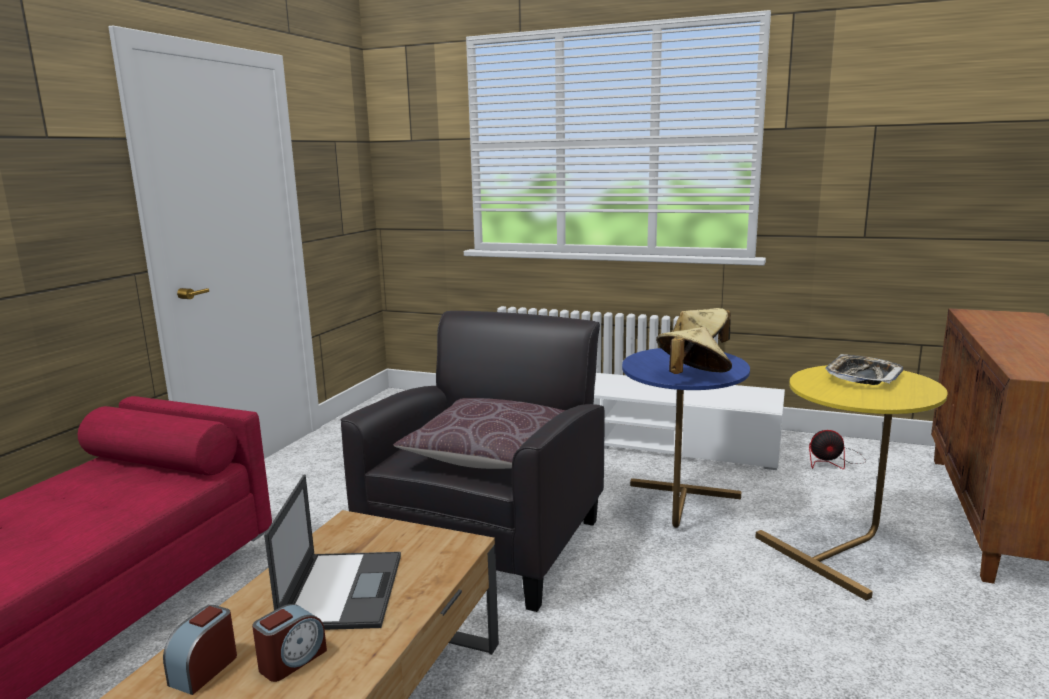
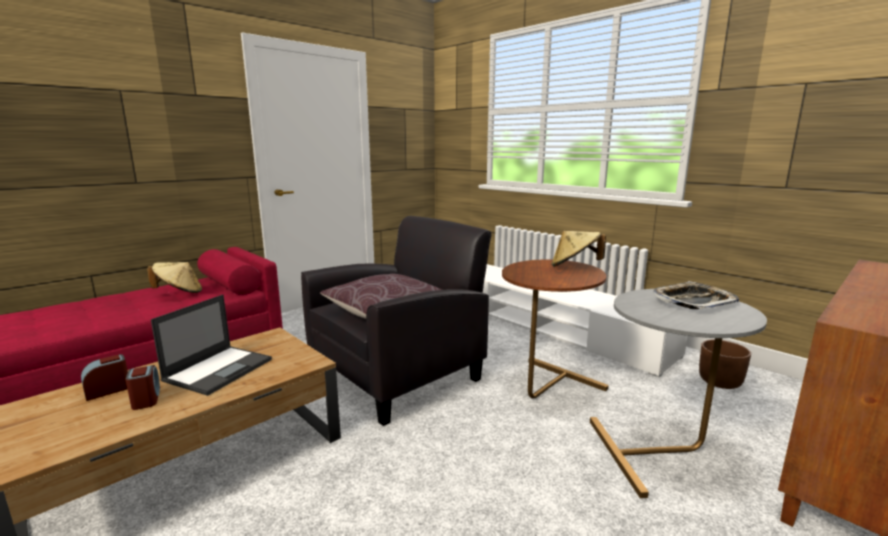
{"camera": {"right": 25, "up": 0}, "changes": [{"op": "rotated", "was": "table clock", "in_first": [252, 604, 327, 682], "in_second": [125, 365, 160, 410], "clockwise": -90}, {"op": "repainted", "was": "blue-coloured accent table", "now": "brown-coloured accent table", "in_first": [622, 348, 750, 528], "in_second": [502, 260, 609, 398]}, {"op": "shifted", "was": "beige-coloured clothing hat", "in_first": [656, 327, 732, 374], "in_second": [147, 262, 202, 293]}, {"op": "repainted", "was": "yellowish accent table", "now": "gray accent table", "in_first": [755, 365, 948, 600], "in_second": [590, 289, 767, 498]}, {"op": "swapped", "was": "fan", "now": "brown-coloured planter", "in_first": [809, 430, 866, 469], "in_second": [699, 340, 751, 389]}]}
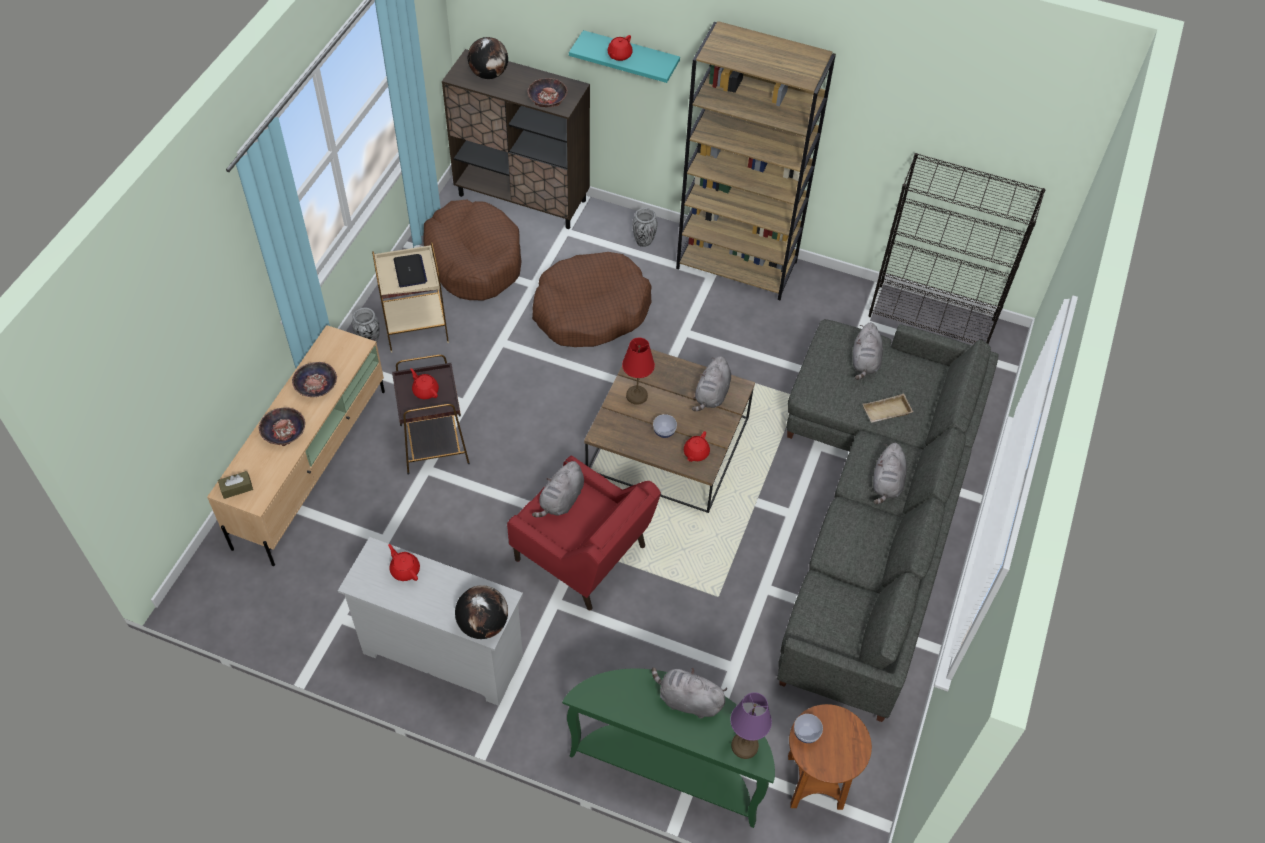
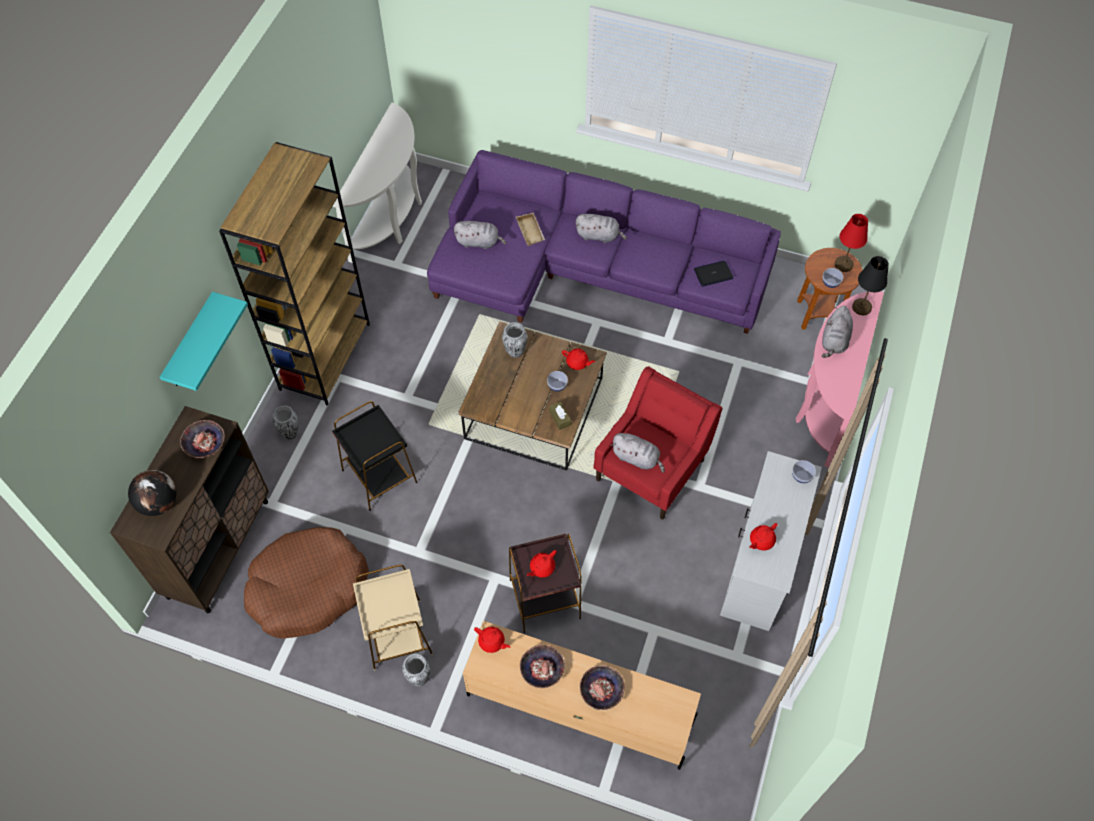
{"camera": {"right": -90, "up": 5}, "changes": [{"op": "shifted", "was": "brown-coloured tissue holder", "in_first": [218, 471, 253, 499], "in_second": [549, 402, 571, 430]}, {"op": "shifted", "was": "portable computer", "in_first": [393, 254, 427, 287], "in_second": [694, 260, 733, 287]}, {"op": "swapped", "was": "world globe", "now": "deep dish", "in_first": [455, 585, 508, 639], "in_second": [792, 460, 816, 483]}, {"op": "swapped", "was": "brown-coloured dog bed", "now": "blackish accent table", "in_first": [532, 252, 652, 347], "in_second": [332, 401, 417, 511]}, {"op": "repainted", "was": "green-coloured hall table", "now": "pink-coloured hall table", "in_first": [562, 669, 775, 828], "in_second": [796, 291, 884, 467]}, {"op": "shifted", "was": "reddish teapot", "in_first": [608, 35, 633, 61], "in_second": [474, 627, 511, 653]}, {"op": "shifted", "was": "reddish table lamp", "in_first": [622, 338, 655, 405], "in_second": [835, 214, 868, 272]}, {"op": "swapped", "was": "gray cuddly toy", "now": "flower vase", "in_first": [692, 356, 731, 411], "in_second": [502, 322, 527, 358]}, {"op": "repainted", "was": "purple table lamp", "now": "blackish table lamp", "in_first": [730, 692, 772, 759], "in_second": [852, 256, 889, 315]}, {"op": "repainted", "was": "gray couch", "now": "purple couch", "in_first": [777, 319, 998, 722], "in_second": [427, 150, 781, 334]}, {"op": "swapped", "was": "blackish shelving unit", "now": "white hall table", "in_first": [868, 153, 1046, 344], "in_second": [333, 102, 422, 263]}]}
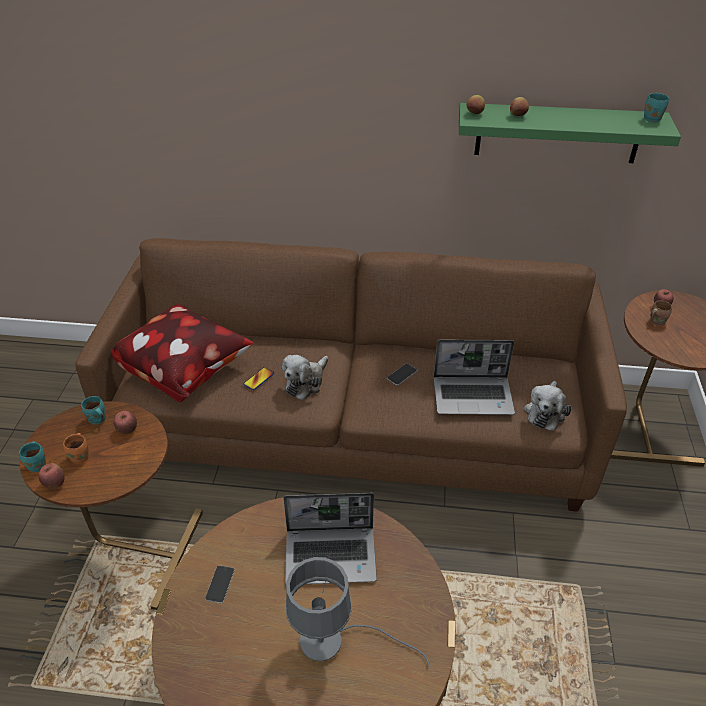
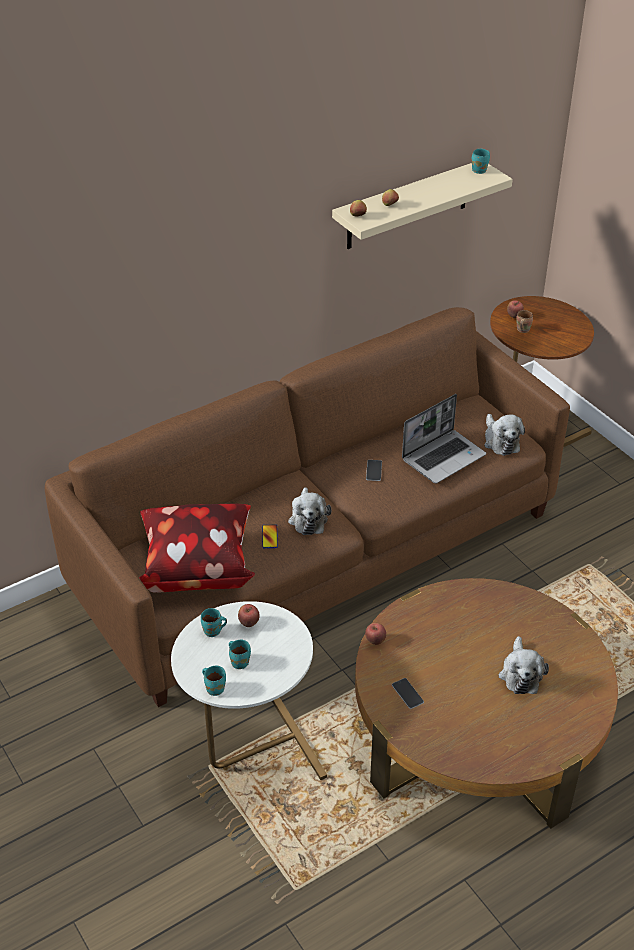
{"camera": {"right": -40, "up": 0}, "changes": [{"op": "repainted", "was": "brown-coloured accent table", "now": "white accent table", "in_first": [20, 401, 203, 610], "in_second": [171, 601, 327, 780]}, {"op": "shifted", "was": "apple", "in_first": [38, 463, 65, 489], "in_second": [365, 623, 386, 645]}, {"op": "repainted", "was": "orange-coloured coffee mug", "now": "turquoise coffee mug", "in_first": [63, 433, 89, 464], "in_second": [229, 640, 251, 669]}, {"op": "gone", "was": "portable computer", "in_first": [283, 493, 377, 584]}, {"op": "swapped", "was": "gray table lamp", "now": "cuddly toy", "in_first": [286, 557, 429, 667], "in_second": [499, 636, 549, 694]}, {"op": "repainted", "was": "green-coloured bracket shelf", "now": "beige-coloured bracket shelf", "in_first": [459, 103, 681, 163], "in_second": [332, 163, 513, 249]}]}
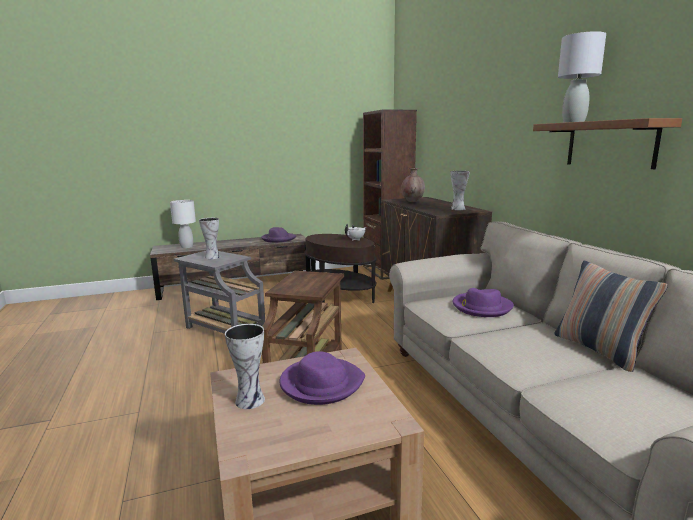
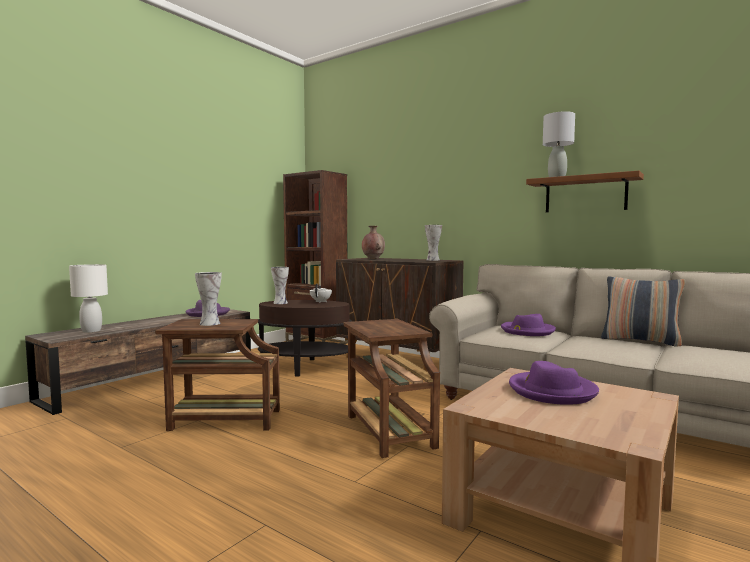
{"camera": {"right": -35, "up": -10}, "changes": [{"op": "repainted", "was": "gray accent table", "now": "brown-coloured accent table", "in_first": [174, 251, 265, 334], "in_second": [155, 319, 280, 431]}, {"op": "shifted", "was": "flower vase", "in_first": [225, 324, 265, 409], "in_second": [271, 267, 289, 304]}]}
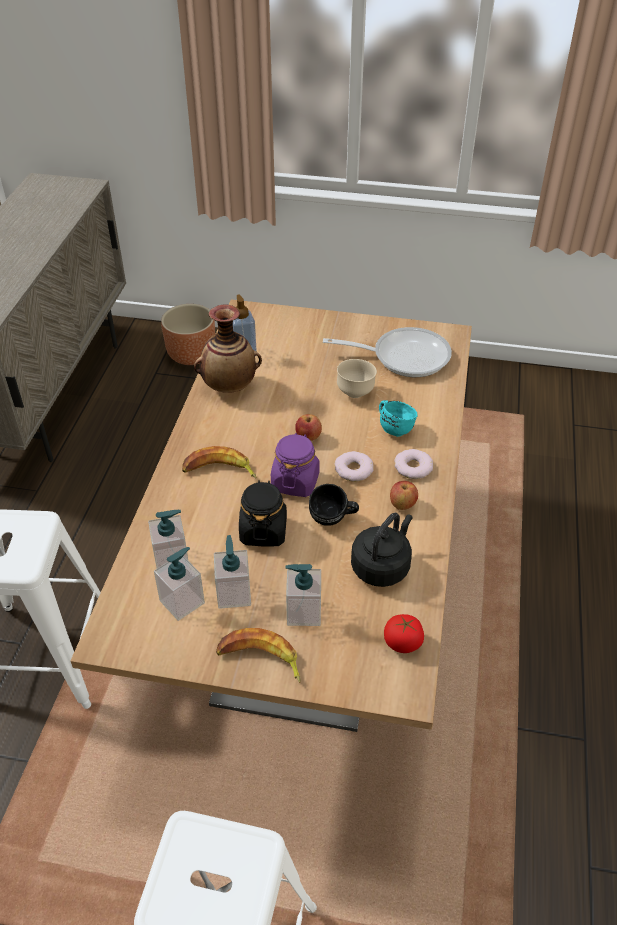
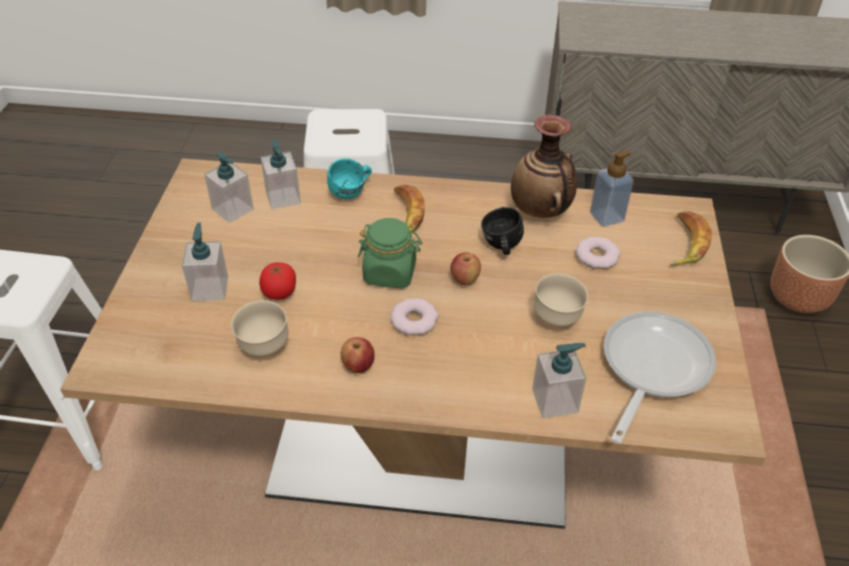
{"camera": {"right": 85, "up": 0}, "changes": [{"op": "shifted", "was": "soap dispenser", "in_first": [214, 535, 251, 609], "in_second": [532, 343, 586, 418]}, {"op": "shifted", "was": "banana", "in_first": [216, 628, 301, 683], "in_second": [670, 211, 712, 266]}, {"op": "gone", "was": "blackish jar", "in_first": [239, 480, 287, 547]}, {"op": "repainted", "was": "purple jar", "now": "green-coloured jar", "in_first": [271, 433, 320, 497], "in_second": [358, 218, 422, 288]}, {"op": "shifted", "was": "blackish coffee mug", "in_first": [309, 484, 359, 526], "in_second": [481, 207, 524, 255]}, {"op": "rotated", "was": "pan", "in_first": [323, 327, 452, 377], "in_second": [604, 312, 716, 444], "clockwise": -150}, {"op": "swapped", "was": "blackish water kettle", "now": "beige-coloured deep dish", "in_first": [351, 513, 413, 587], "in_second": [231, 300, 289, 356]}, {"op": "shifted", "was": "turquoise coffee mug", "in_first": [379, 400, 417, 437], "in_second": [327, 158, 372, 199]}, {"op": "shifted", "was": "whole tomato", "in_first": [384, 614, 424, 653], "in_second": [259, 262, 296, 300]}, {"op": "shifted", "was": "doughnut", "in_first": [394, 449, 433, 479], "in_second": [576, 237, 621, 269]}]}
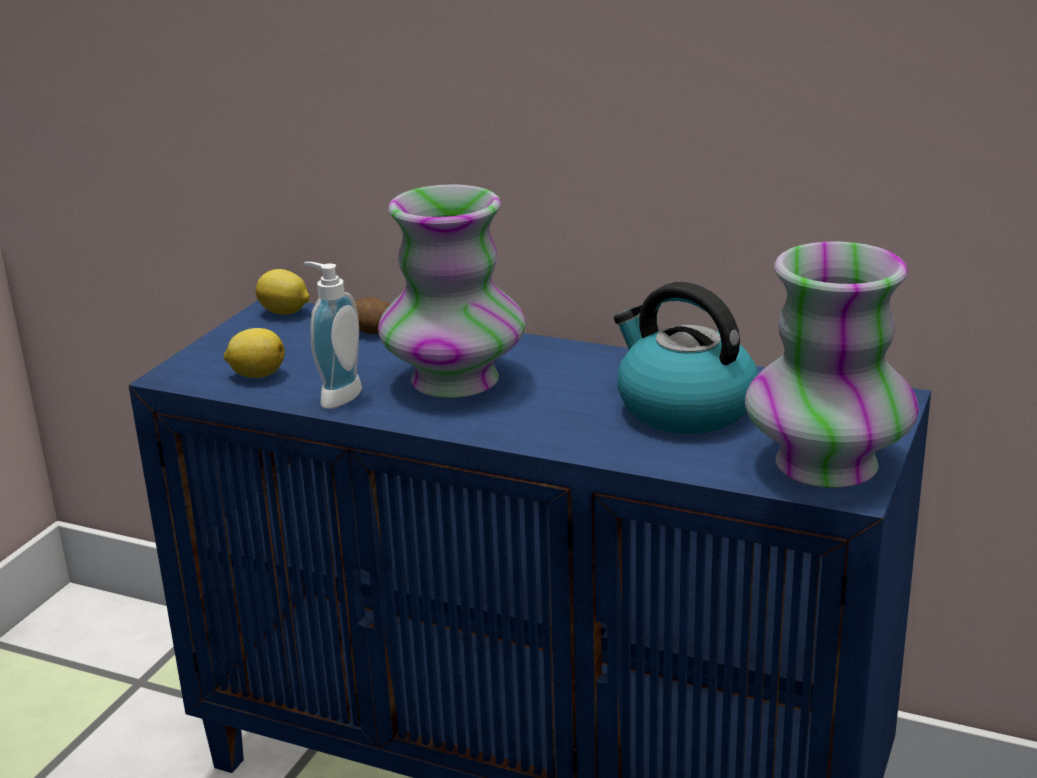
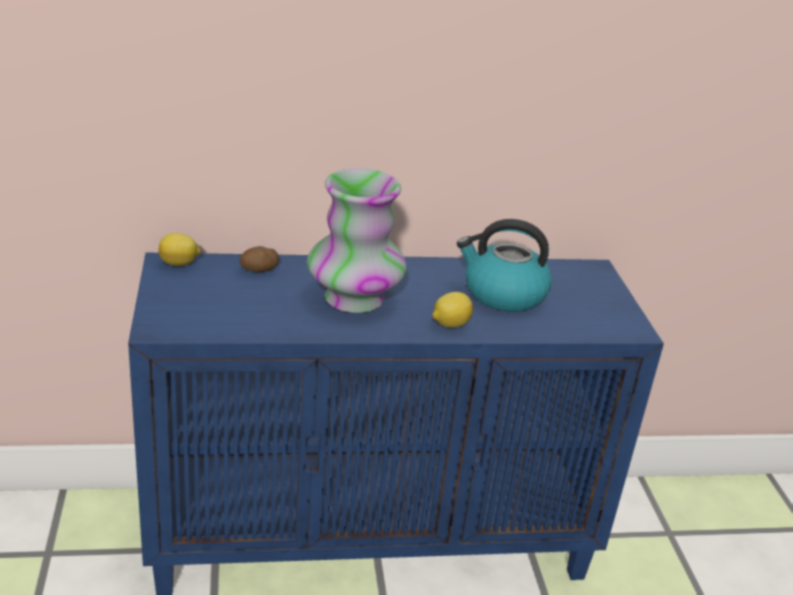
{"camera": {"right": -35, "up": 5}, "changes": [{"op": "shifted", "was": "whole lemon", "in_first": [224, 328, 285, 378], "in_second": [432, 292, 473, 328]}, {"op": "gone", "was": "soap dispenser", "in_first": [303, 262, 362, 409]}, {"op": "gone", "was": "flower vase", "in_first": [745, 242, 919, 488]}]}
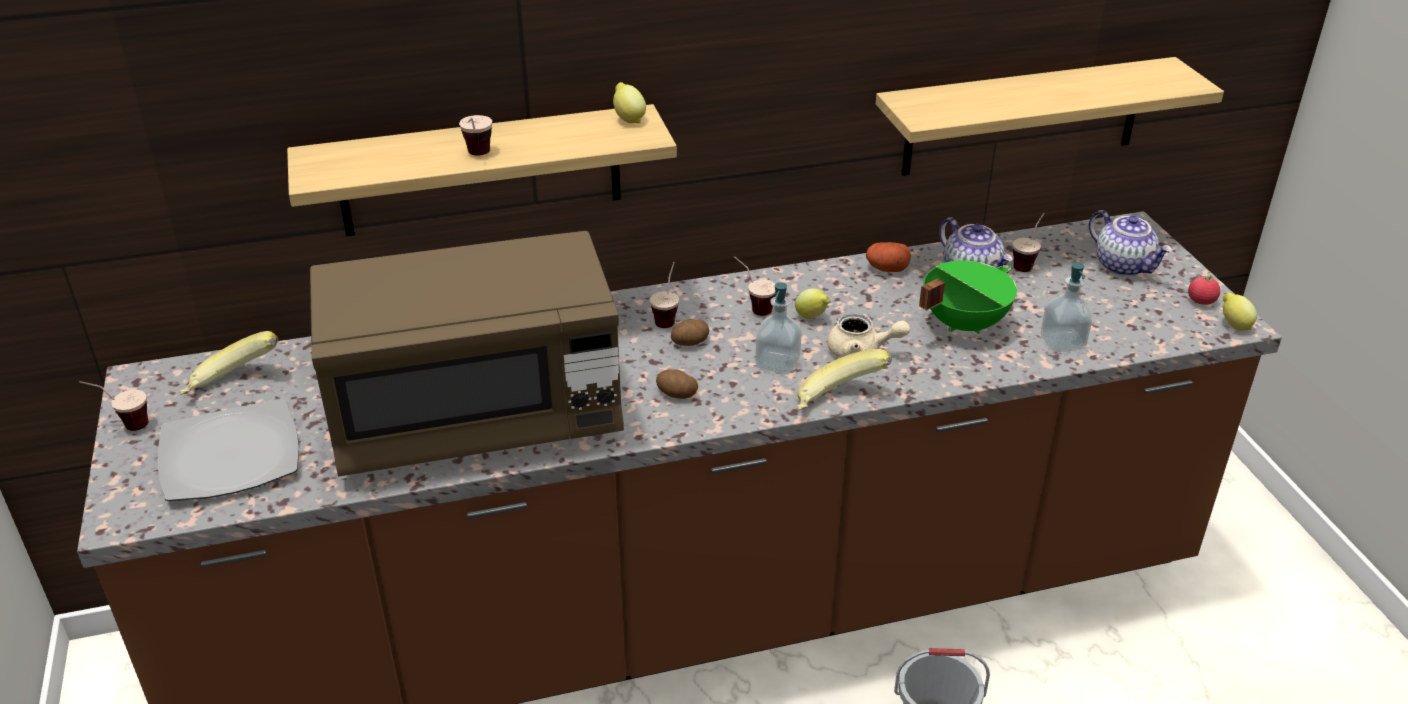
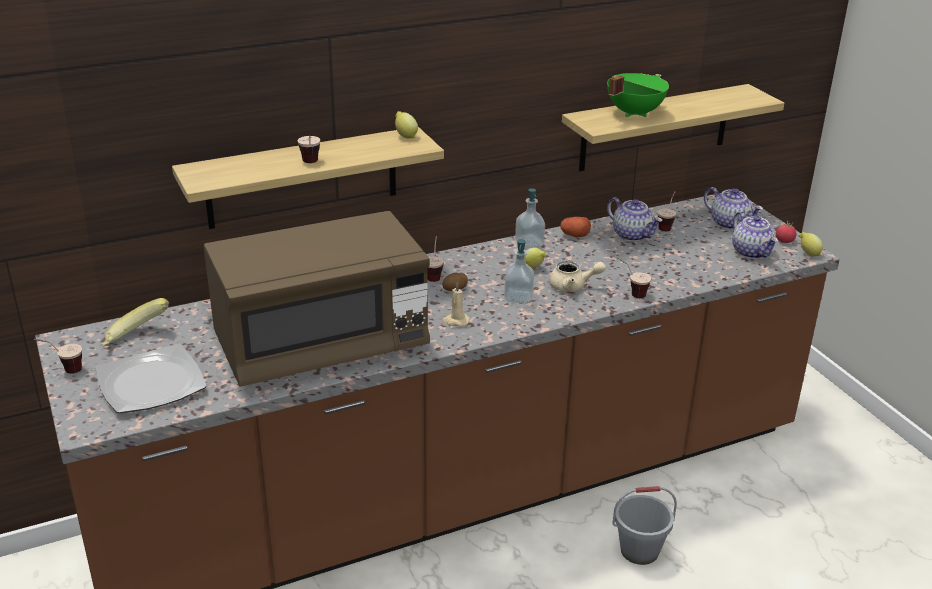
{"camera": {"right": -10, "up": -5}, "changes": [{"op": "swapped", "was": "potato", "now": "beige-coloured candle", "in_first": [656, 369, 698, 399], "in_second": [442, 282, 470, 326]}, {"op": "shifted", "was": "small cup", "in_first": [734, 256, 776, 316], "in_second": [617, 257, 651, 298]}, {"op": "gone", "was": "banana", "in_first": [797, 349, 892, 410]}, {"op": "shifted", "was": "green-coloured stockpot", "in_first": [919, 261, 1017, 334], "in_second": [607, 73, 669, 117]}, {"op": "shifted", "was": "soap dispenser", "in_first": [1041, 263, 1092, 352], "in_second": [515, 188, 545, 248]}, {"op": "new", "now": "teapot", "in_second": [732, 211, 778, 259]}]}
